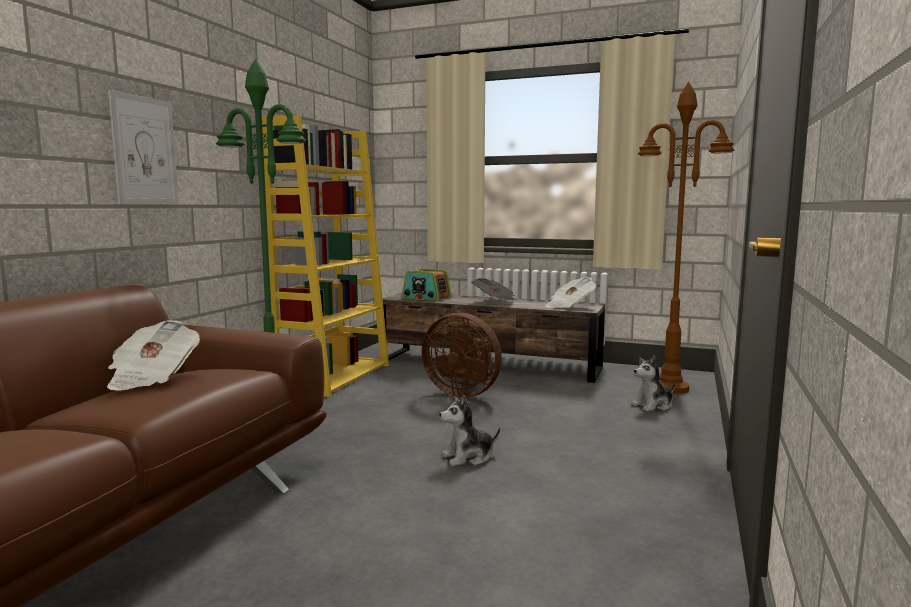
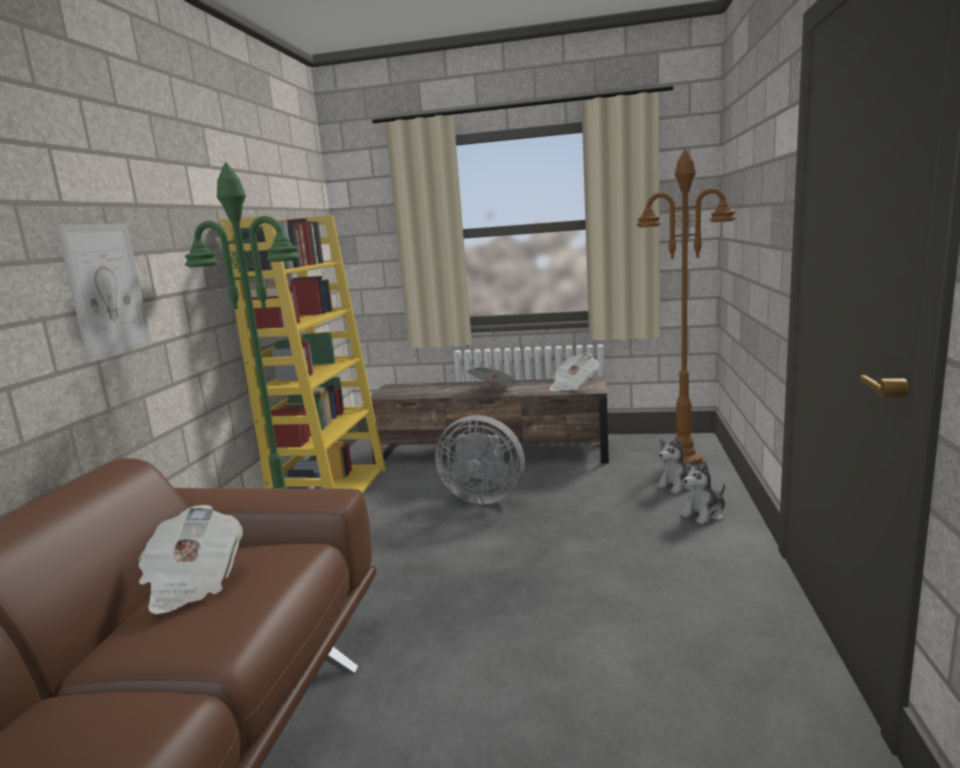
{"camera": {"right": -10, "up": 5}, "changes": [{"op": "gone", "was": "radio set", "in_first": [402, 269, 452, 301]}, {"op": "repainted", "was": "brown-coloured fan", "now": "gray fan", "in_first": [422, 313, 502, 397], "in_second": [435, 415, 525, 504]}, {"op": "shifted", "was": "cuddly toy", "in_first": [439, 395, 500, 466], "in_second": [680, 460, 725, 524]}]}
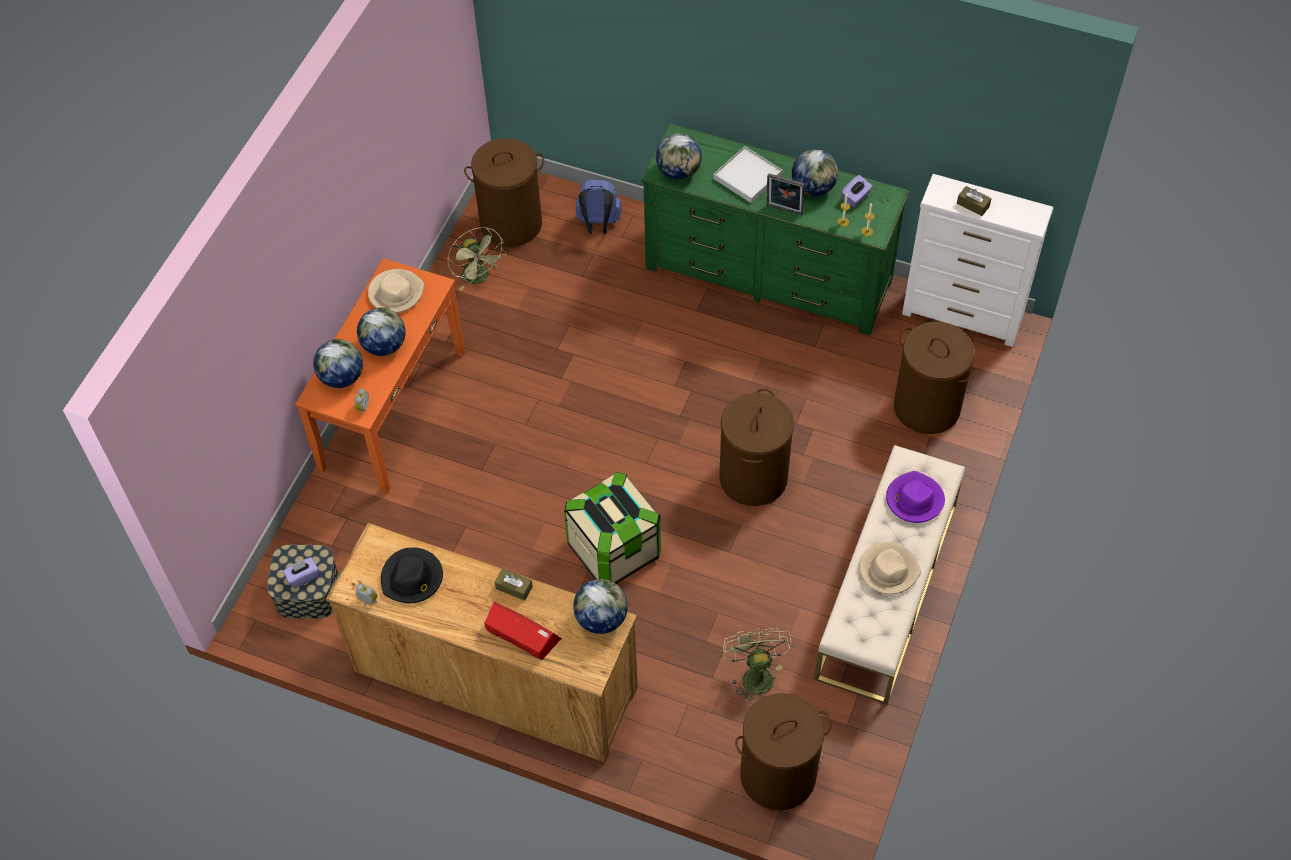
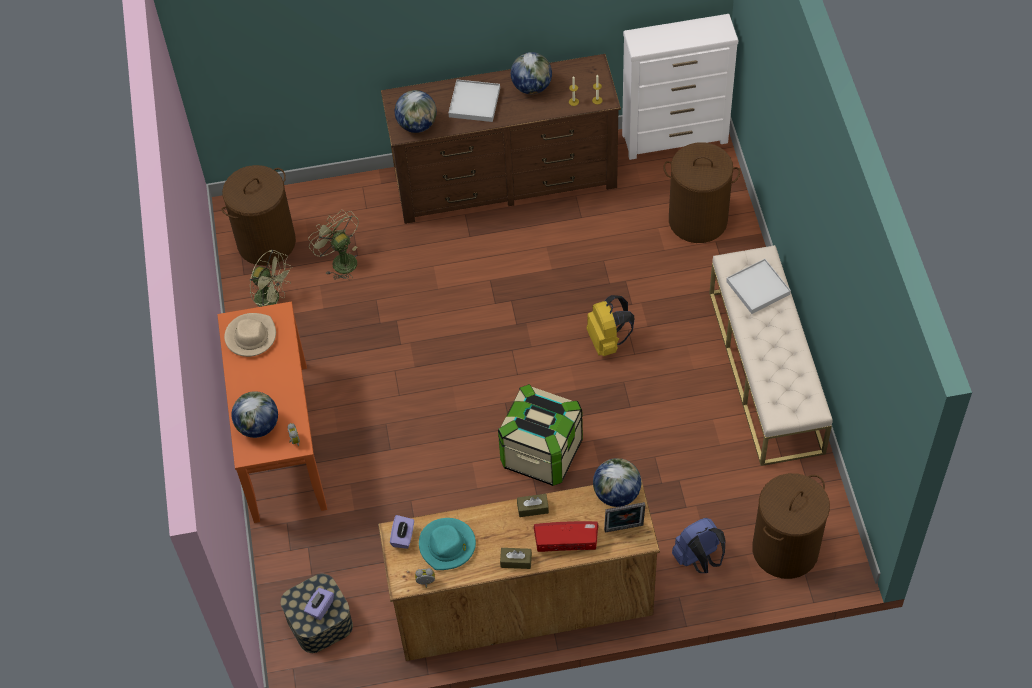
{"camera": {"right": -30, "up": 0}, "changes": [{"op": "gone", "was": "world globe", "in_first": [357, 308, 406, 356]}, {"op": "repainted", "was": "blackish clothing hat", "now": "turquoise clothing hat", "in_first": [381, 547, 443, 603], "in_second": [419, 518, 476, 570]}, {"op": "shifted", "was": "blue-coloured rucksack", "in_first": [576, 179, 621, 234], "in_second": [672, 518, 725, 573]}, {"op": "repainted", "was": "green-coloured chest of drawers", "now": "brown-coloured chest of drawers", "in_first": [641, 124, 910, 335], "in_second": [381, 54, 621, 224]}, {"op": "swapped", "was": "brown-coloured laundry basket", "now": "yellowish rucksack", "in_first": [719, 388, 794, 506], "in_second": [586, 295, 634, 356]}, {"op": "shifted", "was": "green-coloured fan", "in_first": [723, 627, 793, 704], "in_second": [308, 211, 359, 280]}, {"op": "shifted", "was": "standing frame", "in_first": [767, 173, 805, 215], "in_second": [604, 502, 645, 533]}, {"op": "shifted", "was": "purple tissue holder", "in_first": [841, 175, 873, 207], "in_second": [390, 515, 414, 549]}, {"op": "gone", "was": "beige-coloured clothing hat", "in_first": [859, 542, 921, 594]}, {"op": "swapped", "was": "purple clothing hat", "now": "white tray", "in_first": [886, 471, 945, 523], "in_second": [726, 259, 791, 314]}, {"op": "shifted", "was": "brown-coloured tissue holder", "in_first": [957, 186, 992, 216], "in_second": [500, 548, 532, 569]}]}
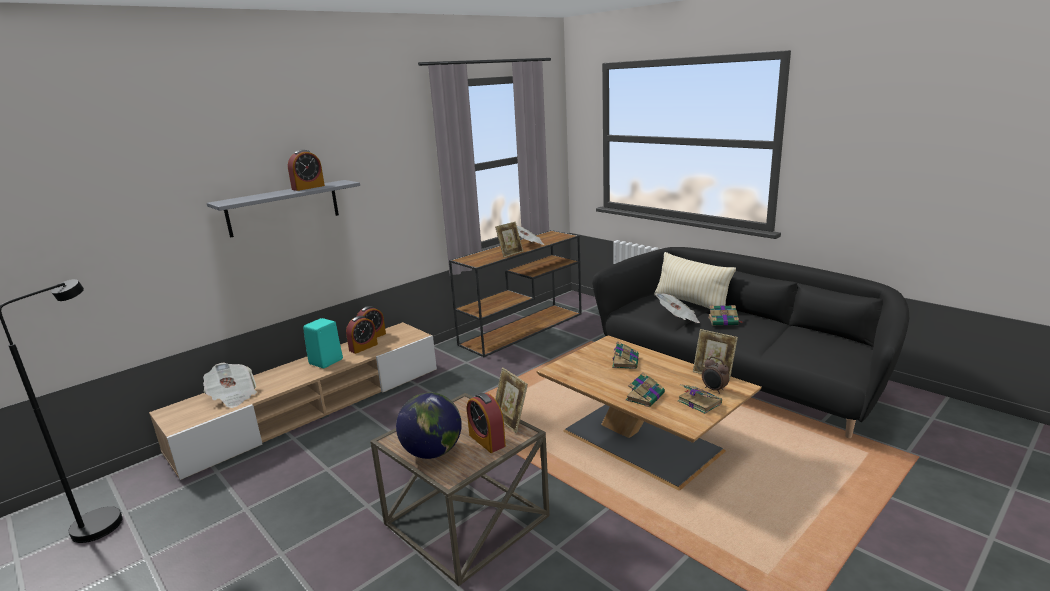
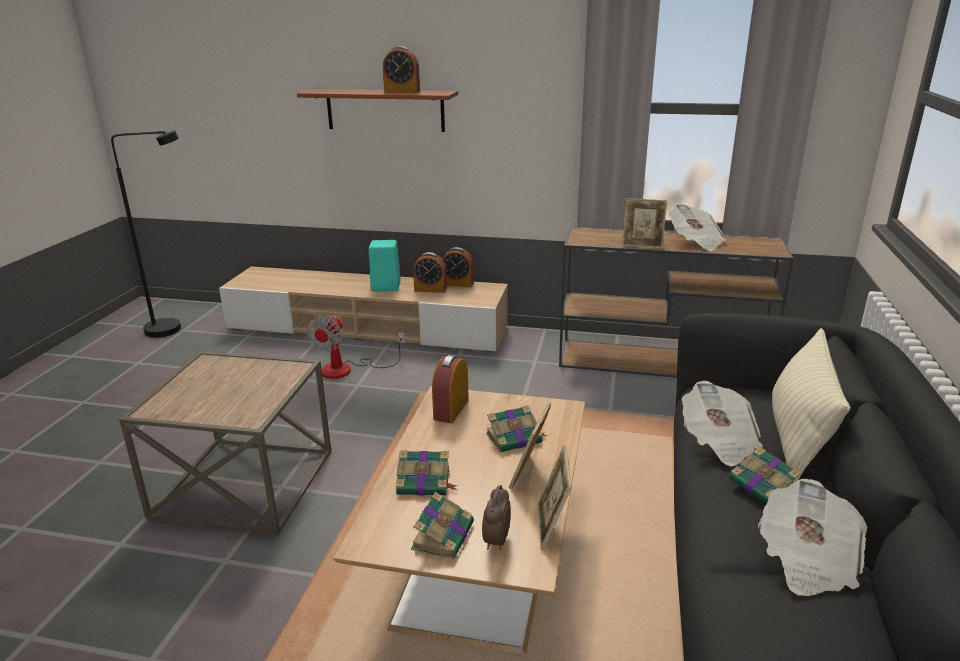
{"camera": {"right": 55, "up": 5}, "changes": [{"op": "shifted", "was": "printed paper", "in_first": [203, 363, 257, 408], "in_second": [758, 479, 867, 596]}, {"op": "repainted", "was": "gray bracket shelf", "now": "brown-coloured bracket shelf", "in_first": [207, 180, 360, 238], "in_second": [297, 89, 458, 132]}, {"op": "gone", "was": "world globe", "in_first": [396, 392, 462, 459]}, {"op": "shifted", "was": "table clock", "in_first": [467, 393, 506, 453], "in_second": [432, 355, 469, 423]}, {"op": "shifted", "was": "standing frame", "in_first": [495, 367, 528, 433], "in_second": [509, 403, 551, 489]}, {"op": "new", "now": "fan", "in_second": [307, 315, 405, 379]}]}
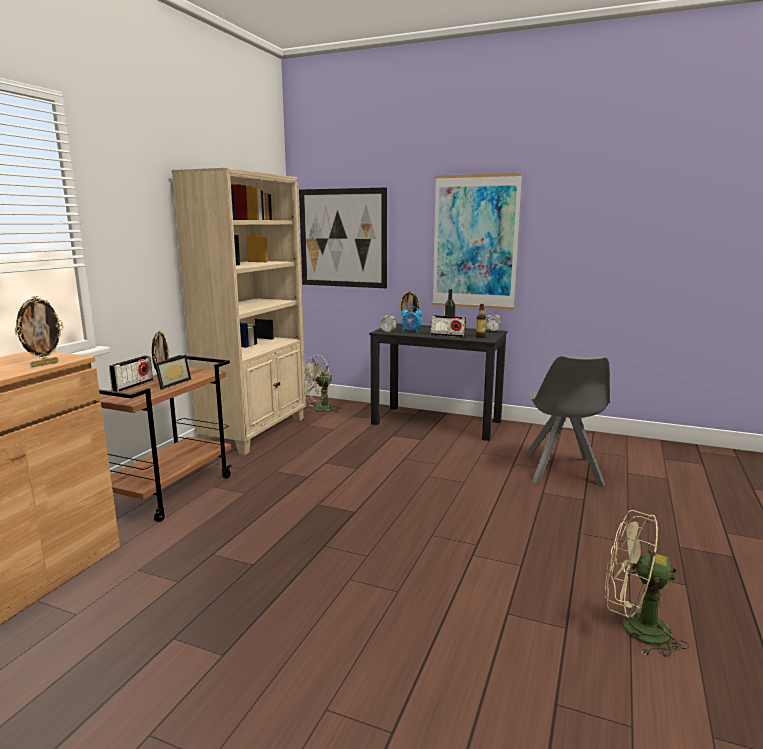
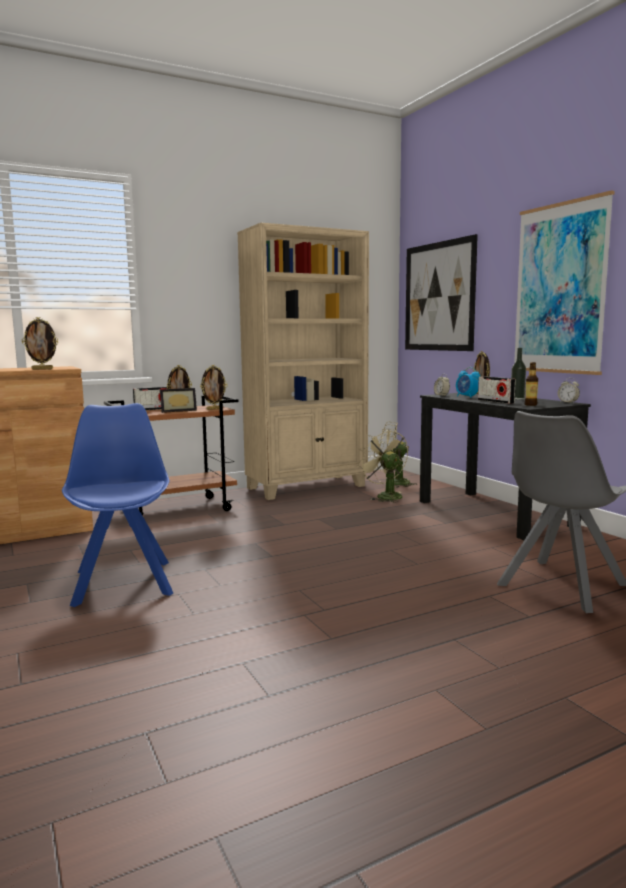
{"camera": {"right": 40, "up": -5}, "changes": [{"op": "shifted", "was": "beige-coloured fan", "in_first": [604, 510, 689, 658], "in_second": [358, 429, 408, 502]}, {"op": "new", "now": "blue-coloured plain chair", "in_second": [62, 403, 173, 607]}, {"op": "new", "now": "standing frame", "in_second": [201, 365, 227, 410]}]}
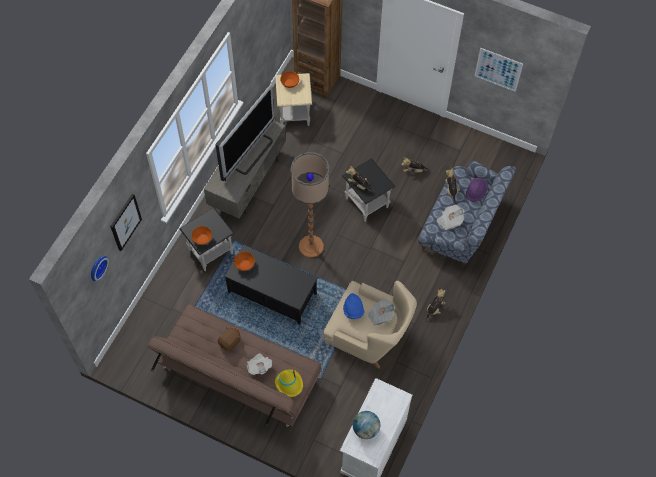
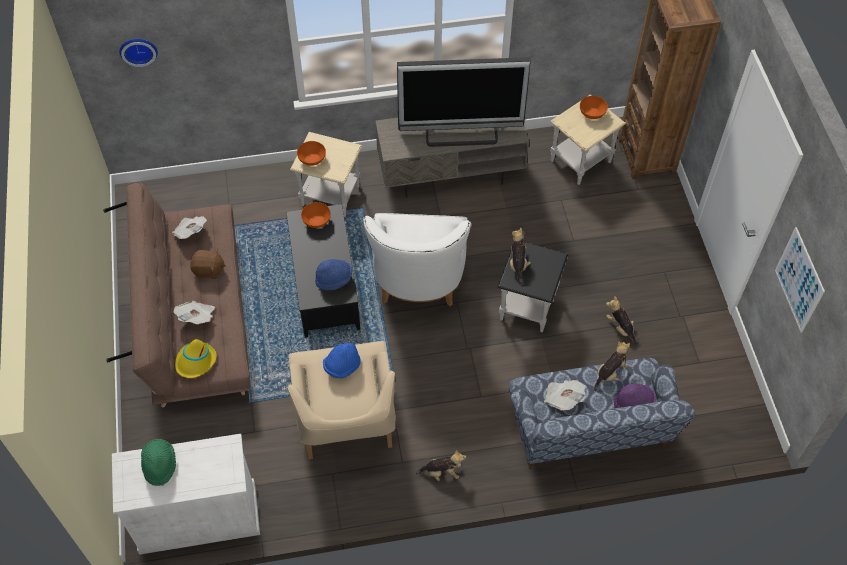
{"camera": {"right": 55, "up": -5}, "changes": [{"op": "gone", "was": "picture", "in_first": [110, 194, 142, 251]}, {"op": "repainted", "was": "blackish accent table", "now": "beige-coloured accent table", "in_first": [179, 208, 234, 271], "in_second": [290, 132, 362, 217]}, {"op": "swapped", "was": "floor lamp", "now": "white easy chair", "in_first": [291, 152, 329, 258], "in_second": [363, 213, 471, 306]}, {"op": "swapped", "was": "world globe", "now": "green-coloured clothing hat", "in_first": [353, 411, 380, 439], "in_second": [141, 439, 176, 486]}, {"op": "shifted", "was": "printed paper", "in_first": [366, 299, 395, 326], "in_second": [172, 216, 207, 239]}, {"op": "new", "now": "blue-coloured clothing hat", "in_second": [315, 259, 352, 291]}]}
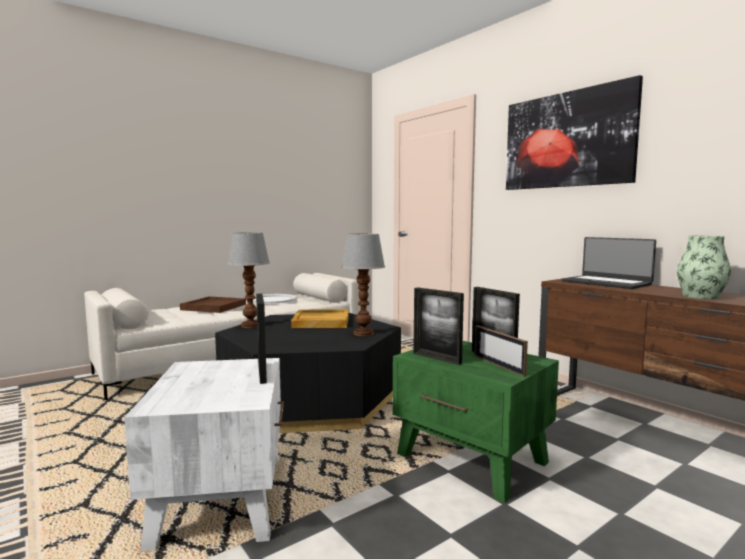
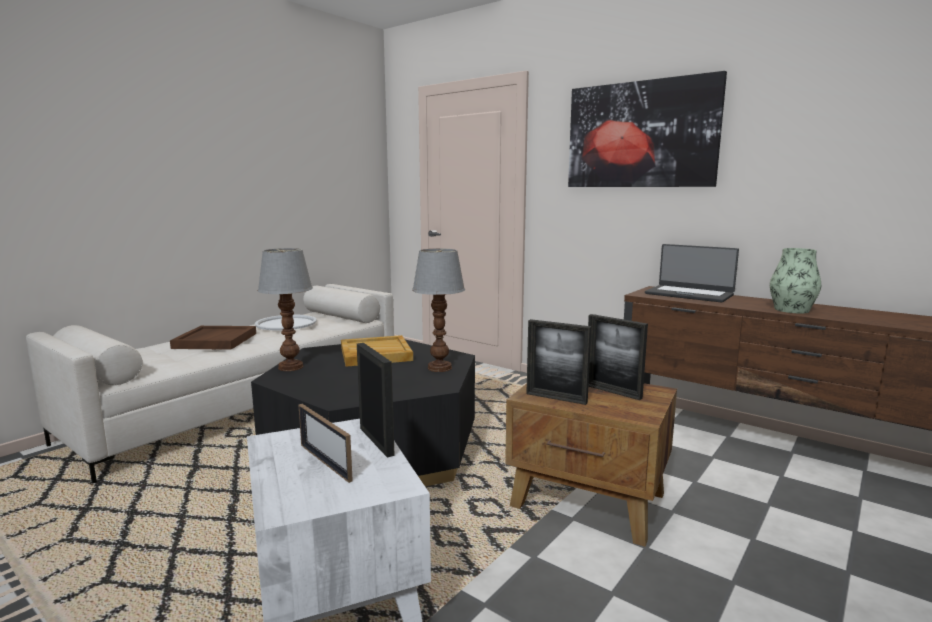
{"camera": {"right": -15, "up": 5}, "changes": [{"op": "repainted", "was": "green-coloured accent table", "now": "brown-coloured accent table", "in_first": [393, 341, 559, 503], "in_second": [505, 383, 677, 547]}, {"op": "shifted", "was": "standing frame", "in_first": [475, 325, 528, 377], "in_second": [298, 404, 353, 483]}]}
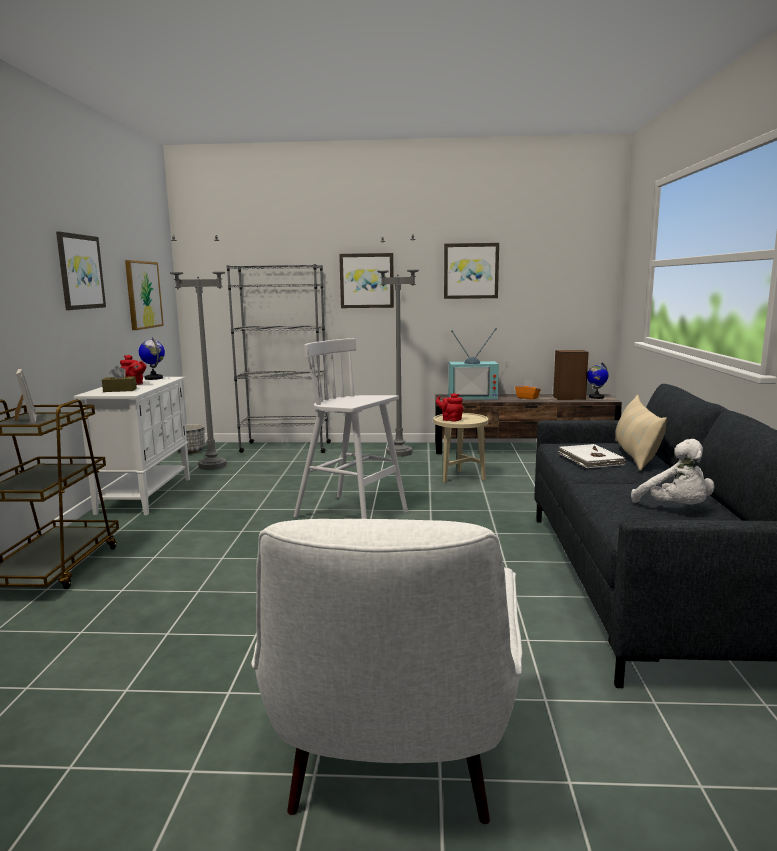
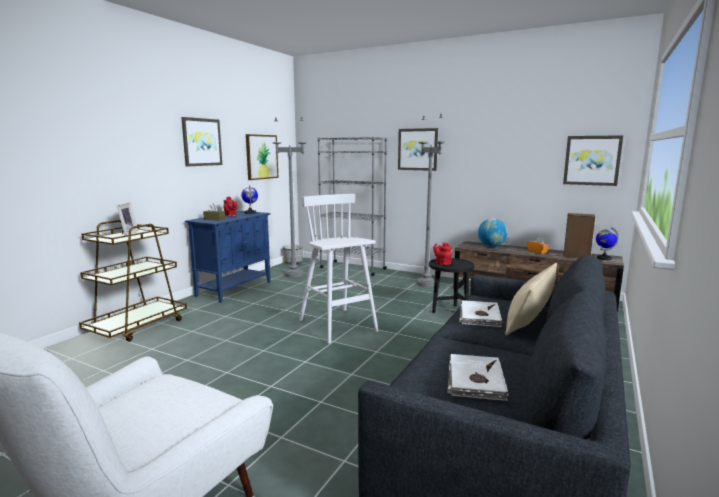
{"camera": {"right": 25, "up": 0}, "changes": [{"op": "repainted", "was": "white cabinet", "now": "blue-coloured cabinet", "in_first": [73, 377, 190, 515], "in_second": [185, 211, 271, 302]}, {"op": "repainted", "was": "beige-coloured accent table", "now": "blackish accent table", "in_first": [433, 413, 488, 483], "in_second": [429, 258, 474, 313]}, {"op": "shifted", "was": "picture", "in_first": [444, 243, 499, 299], "in_second": [563, 135, 623, 186]}, {"op": "swapped", "was": "TV", "now": "world globe", "in_first": [448, 327, 499, 400], "in_second": [478, 218, 508, 247]}, {"op": "swapped", "was": "white cuddly toy", "now": "white bound book", "in_first": [631, 439, 714, 505], "in_second": [447, 354, 508, 401]}]}
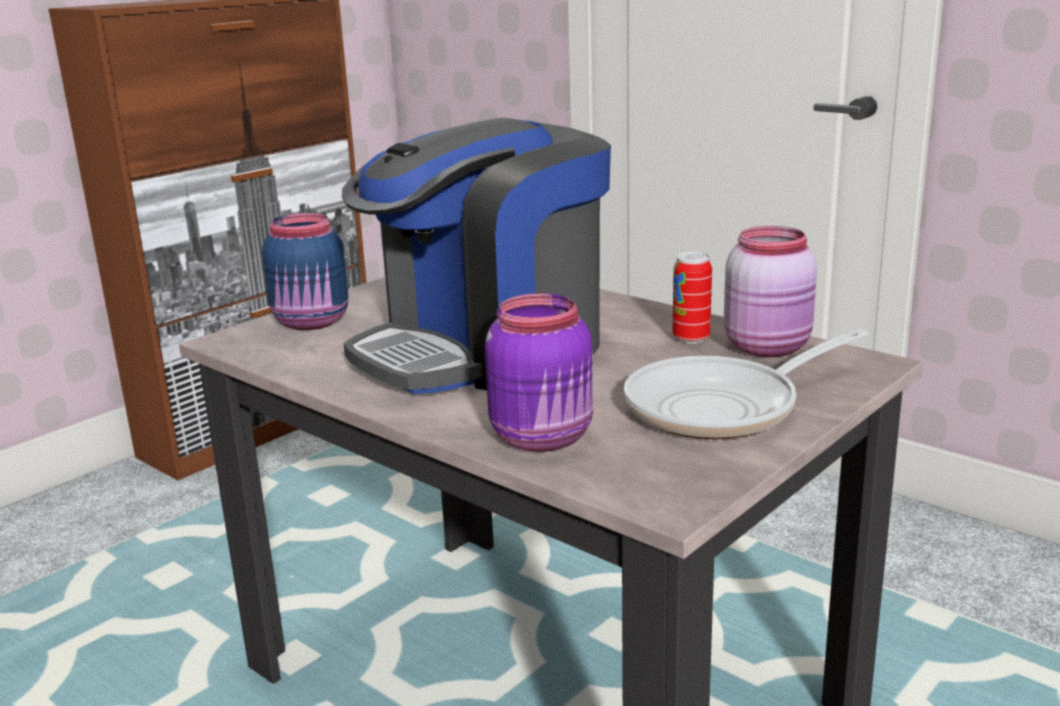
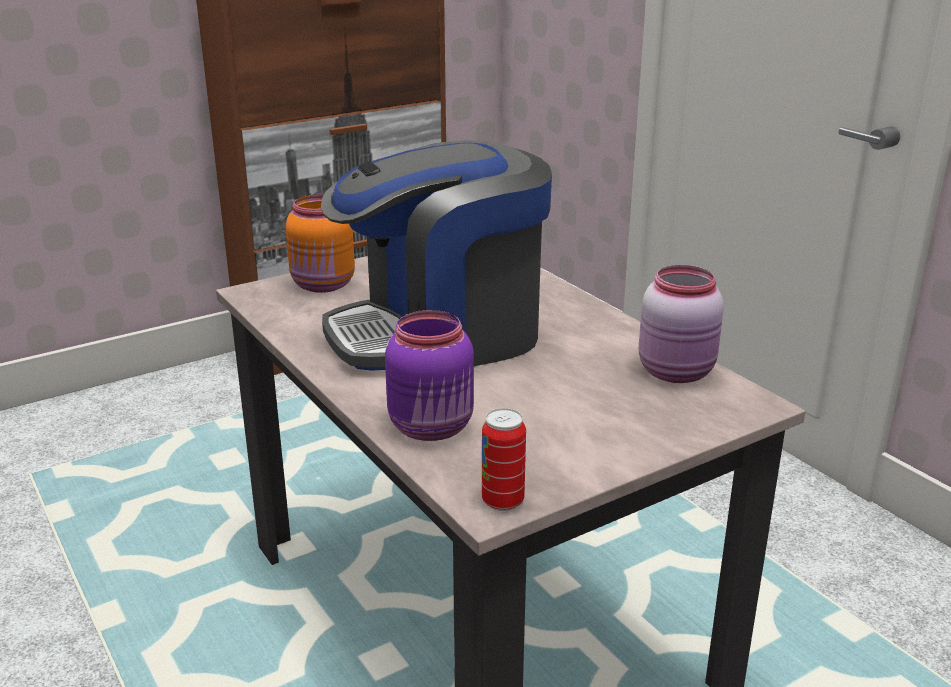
{"camera": {"right": 15, "up": 5}, "changes": [{"op": "repainted", "was": "blue-coloured jar", "now": "orange-coloured jar", "in_first": [262, 213, 348, 330], "in_second": [286, 194, 355, 293]}, {"op": "gone", "was": "pan", "in_first": [624, 329, 869, 439]}, {"op": "shifted", "was": "can", "in_first": [673, 252, 712, 344], "in_second": [482, 408, 526, 511]}]}
